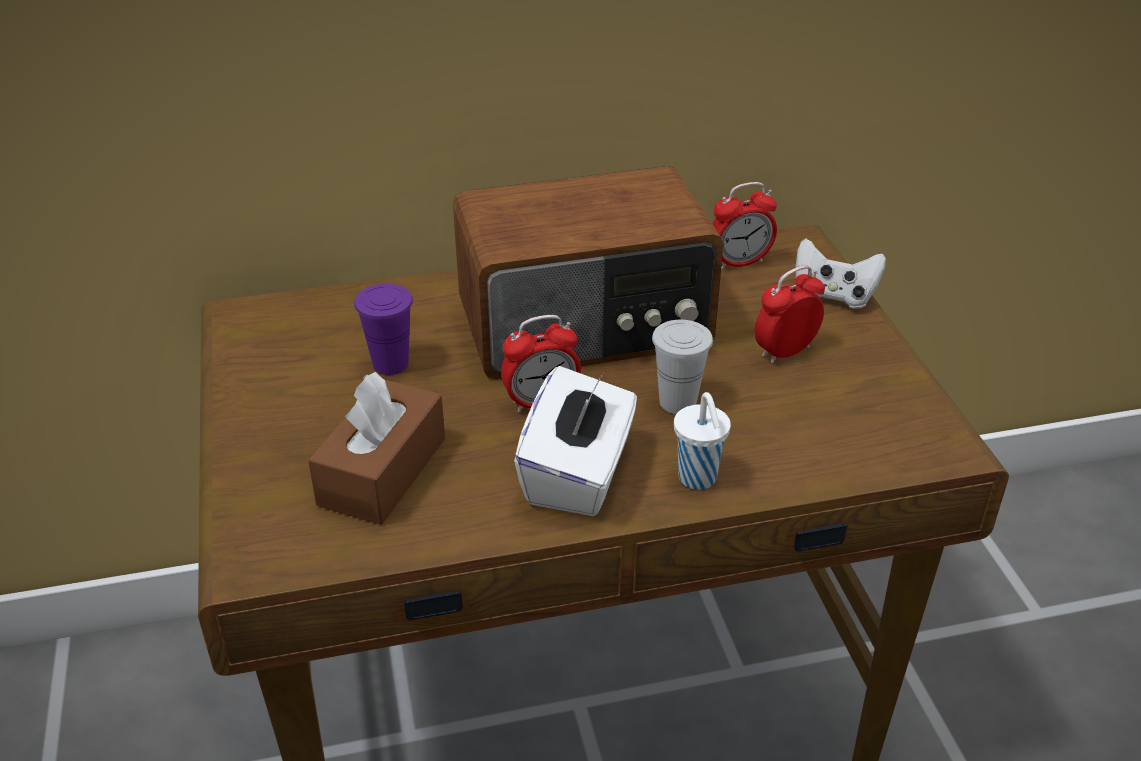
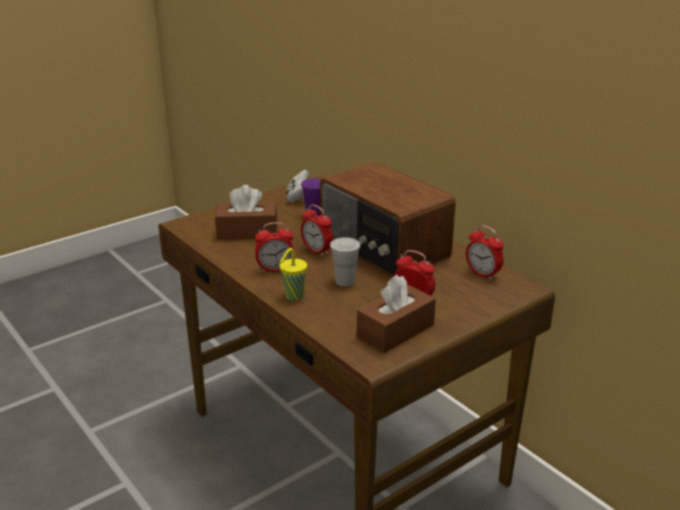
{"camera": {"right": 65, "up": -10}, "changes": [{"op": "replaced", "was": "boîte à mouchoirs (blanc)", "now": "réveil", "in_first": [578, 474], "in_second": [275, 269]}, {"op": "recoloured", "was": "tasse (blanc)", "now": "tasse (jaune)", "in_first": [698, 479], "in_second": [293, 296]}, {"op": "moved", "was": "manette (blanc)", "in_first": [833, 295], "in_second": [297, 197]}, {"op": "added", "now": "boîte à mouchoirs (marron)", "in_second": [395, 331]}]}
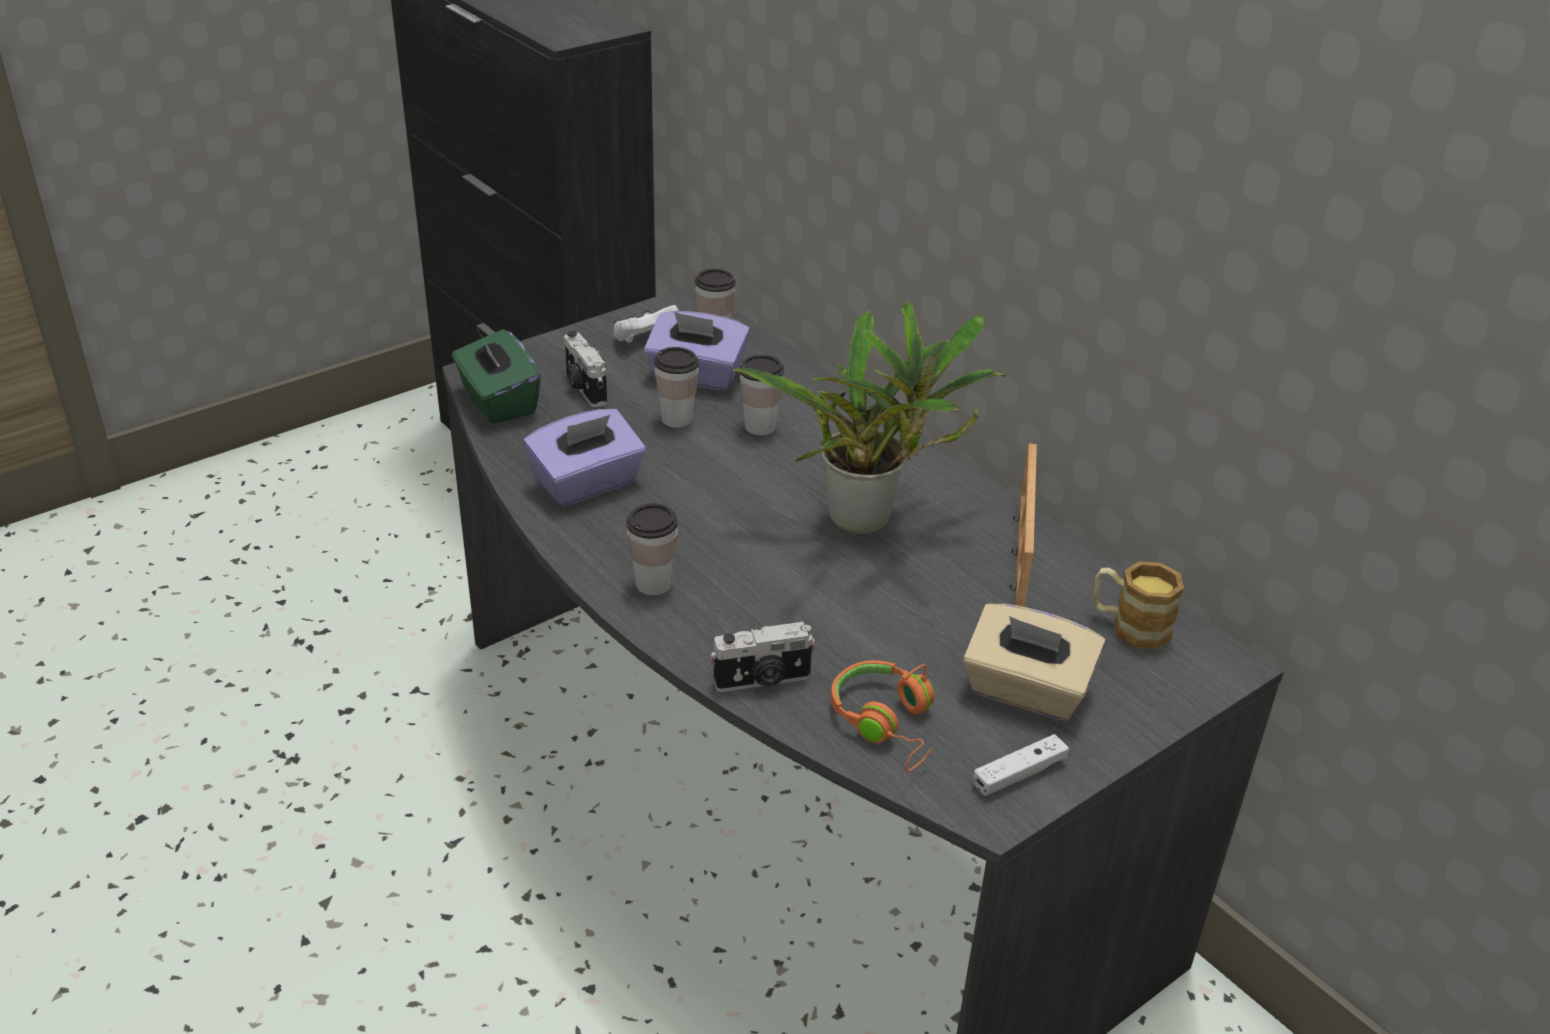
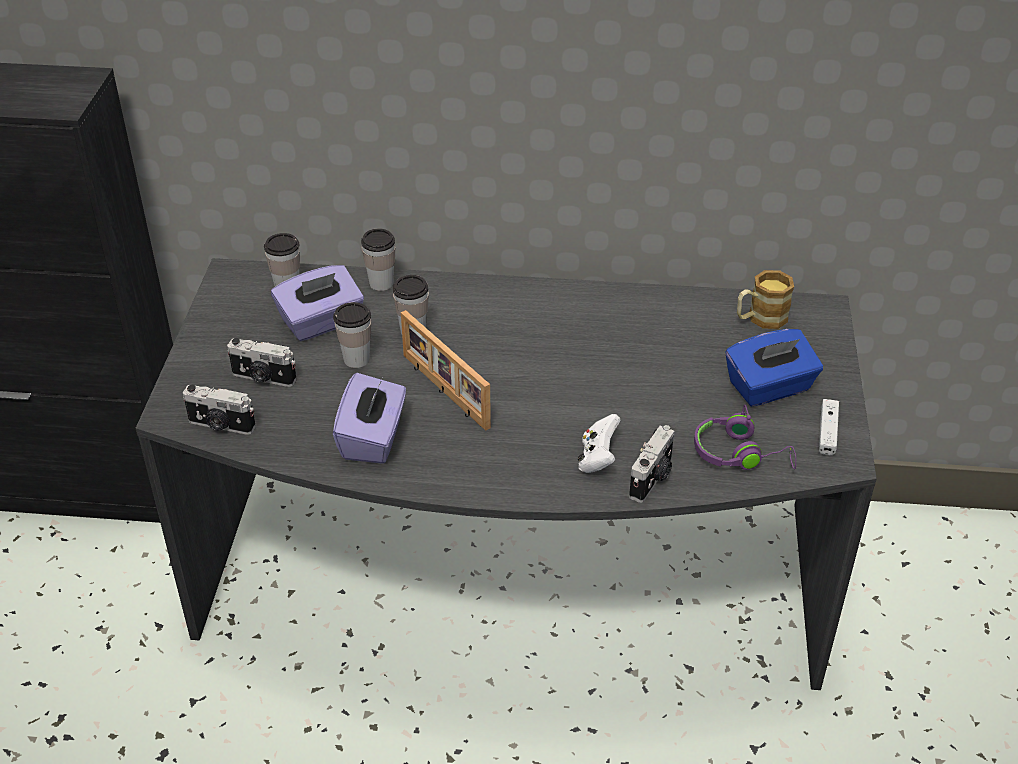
{"camera": {"right": -45, "up": 5}, "changes": [{"op": "replaced", "was": "boîte à mouchoirs (vert)", "now": "appareil photo", "in_first": [498, 402], "in_second": [221, 425]}, {"op": "moved", "was": "tasse", "in_first": [653, 584], "in_second": [381, 283]}, {"op": "moved", "was": "cadre photo", "in_first": [1018, 555], "in_second": [443, 391]}, {"op": "moved", "was": "manette (blanc)", "in_first": [643, 339], "in_second": [597, 458]}, {"op": "recoloured", "was": "casque audio (orange)", "now": "casque audio (violet)", "in_first": [887, 724], "in_second": [740, 454]}, {"op": "recoloured", "was": "boîte à mouchoirs (beige)", "now": "boîte à mouchoirs (bleu)", "in_first": [1026, 691], "in_second": [770, 388]}, {"op": "removed", "was": "plante en pot", "in_first": [869, 521]}]}
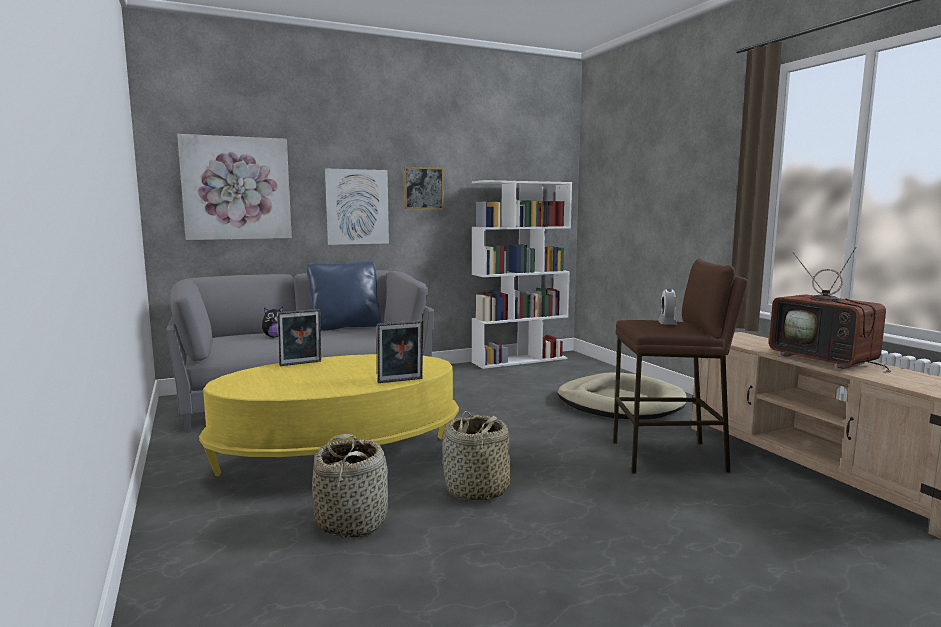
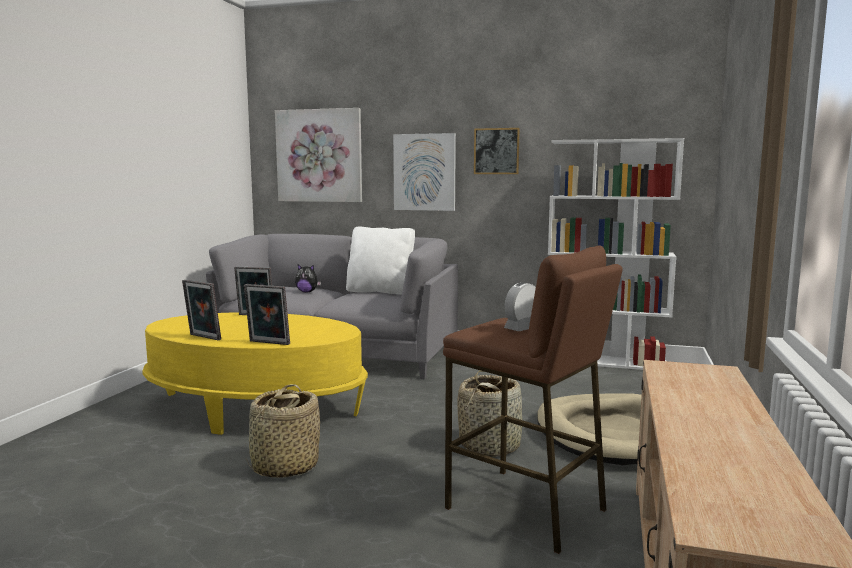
{"camera": {"right": 40, "up": 0}, "changes": [{"op": "added", "now": "cadre photo", "in_second": [203, 337]}, {"op": "recoloured", "was": "coussin (bleu)", "now": "coussin (blanc)", "in_first": [345, 326], "in_second": [380, 291]}, {"op": "moved", "was": "panier", "in_first": [352, 521], "in_second": [490, 445]}, {"op": "removed", "was": "téléviseur", "in_first": [826, 360]}]}
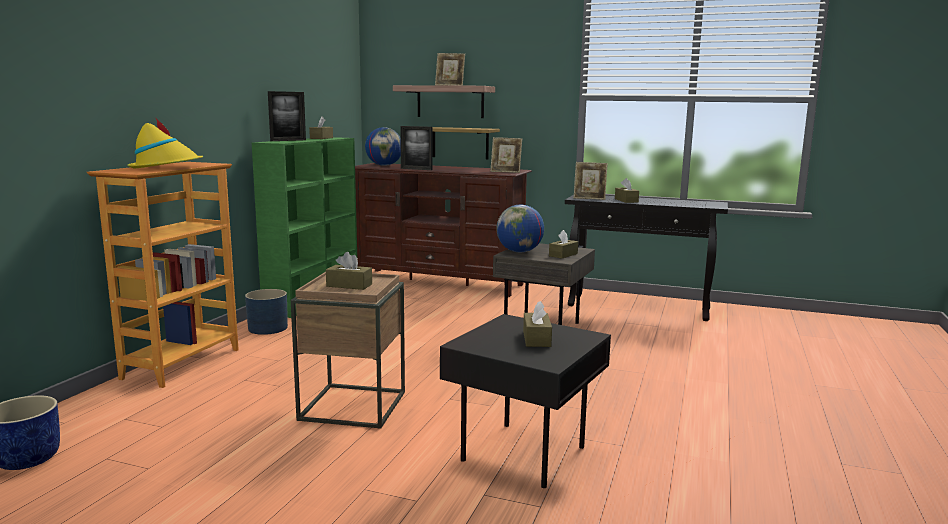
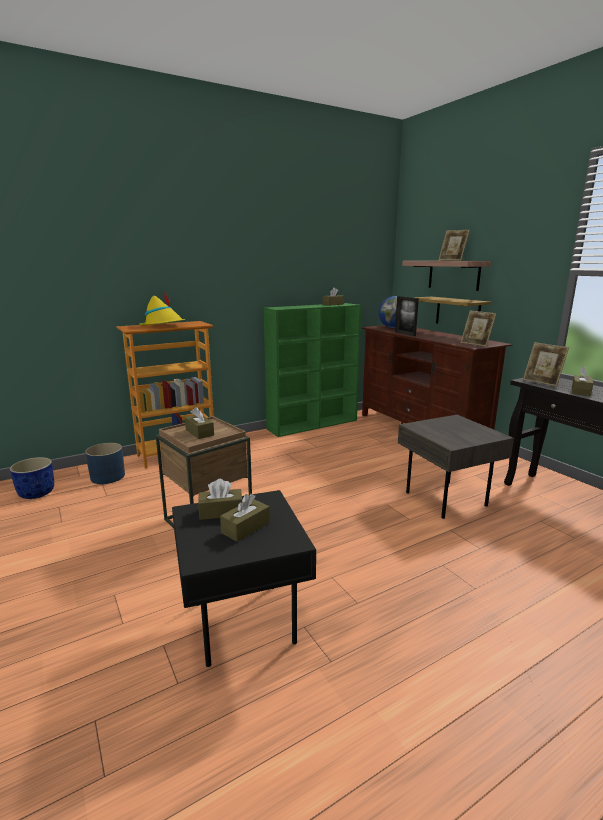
{"camera": {"right": 40, "up": 5}, "changes": [{"op": "moved", "was": "cache-pot (bleu)", "in_first": [268, 328], "in_second": [108, 476]}, {"op": "moved", "was": "boîte à mouchoirs (marron)", "in_first": [563, 255], "in_second": [221, 512]}, {"op": "removed", "was": "cadre photo", "in_first": [288, 140]}, {"op": "removed", "was": "globe", "in_first": [519, 252]}]}
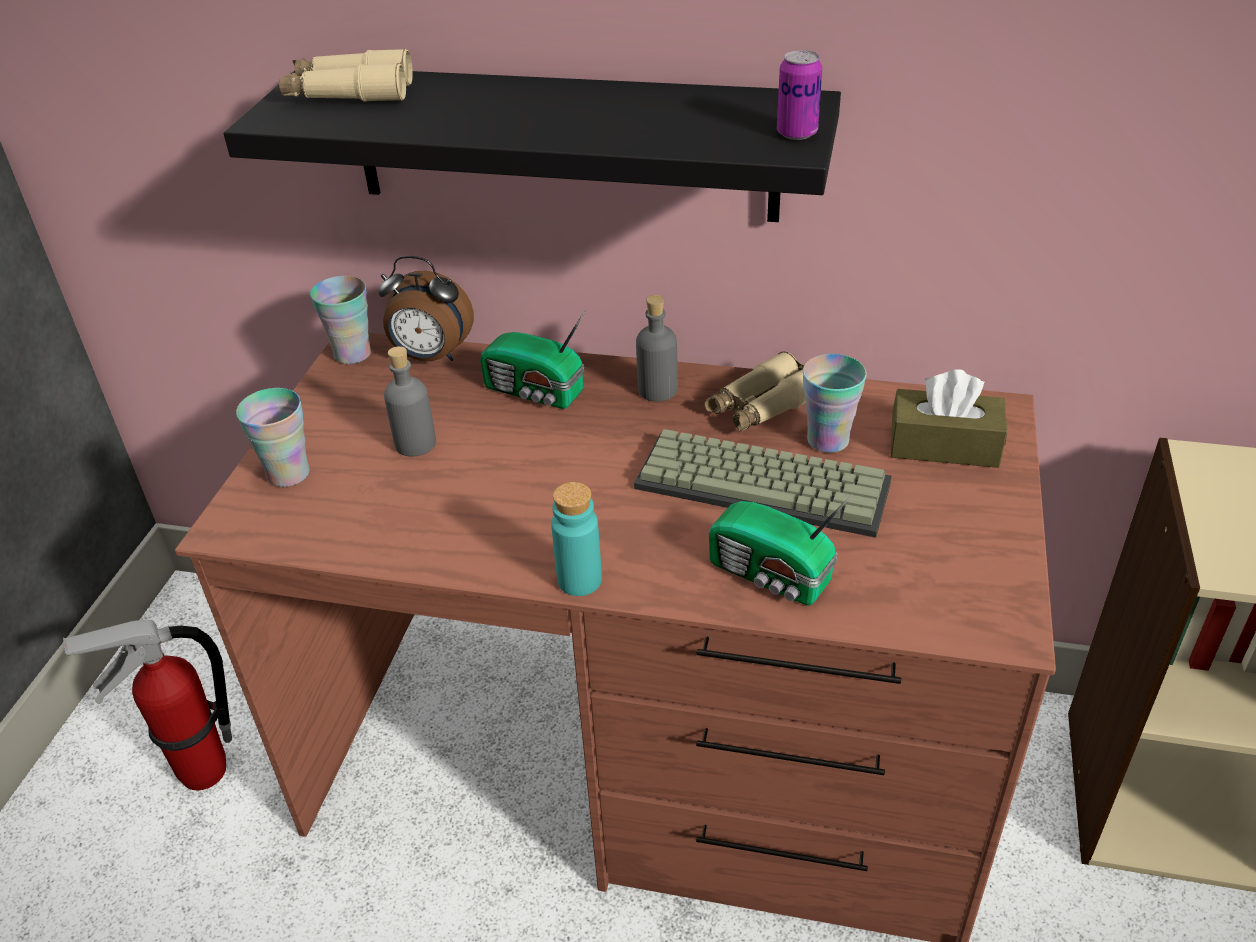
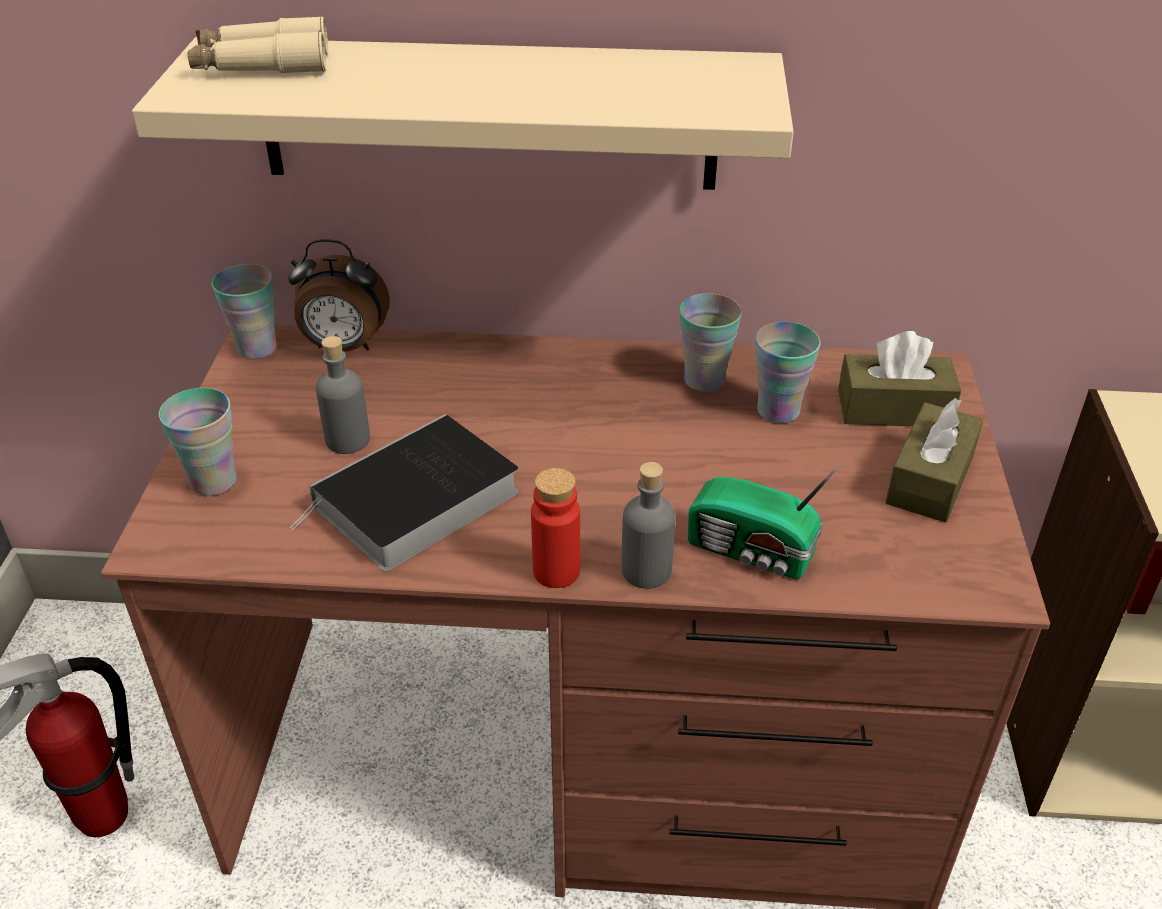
{"camera": {"right": -10, "up": 0}, "changes": [{"op": "recoloured", "was": "étagère (noir)", "now": "étagère (beige)", "in_first": [563, 143], "in_second": [488, 114]}, {"op": "added", "now": "livre", "in_second": [414, 503]}, {"op": "recoloured", "was": "bouteille (turquoise)", "now": "bouteille (rouge)", "in_first": [579, 580], "in_second": [556, 571]}, {"op": "moved", "was": "bouteille (gris)", "in_first": [657, 390], "in_second": [646, 571]}, {"op": "replaced", "was": "jumelles (beige)", "now": "tasse", "in_first": [762, 407], "in_second": [704, 380]}, {"op": "added", "now": "boîte à mouchoirs (marron)", "in_second": [930, 479]}, {"op": "removed", "was": "radio", "in_first": [535, 392]}, {"op": "removed", "was": "clavier", "in_first": [766, 483]}, {"op": "removed", "was": "boîte métallique", "in_first": [797, 133]}]}
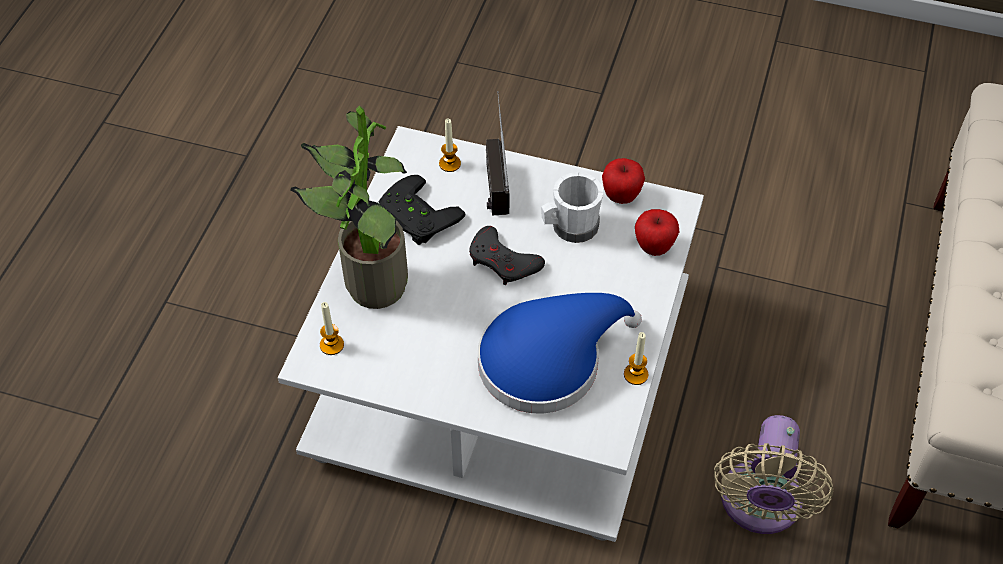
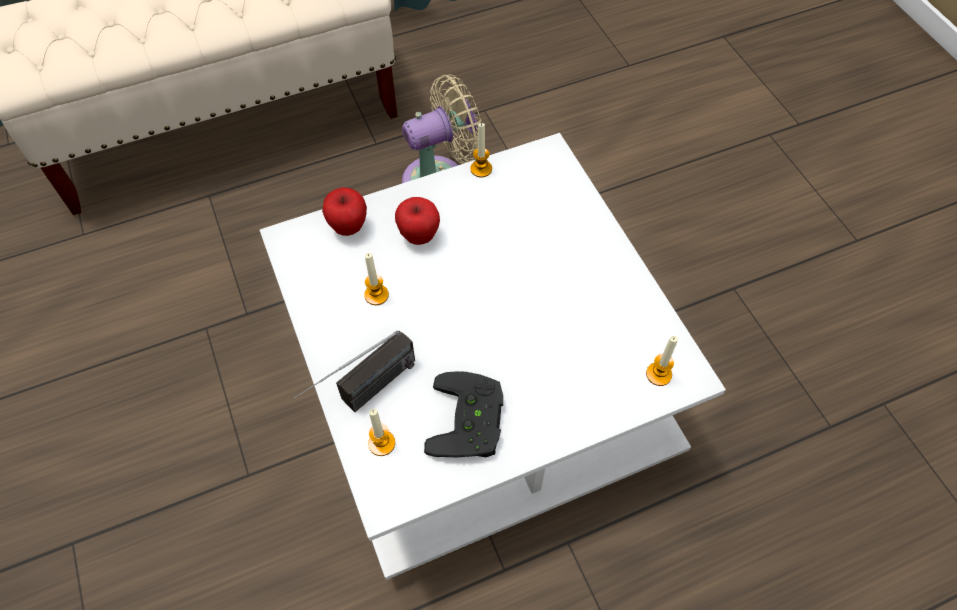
{"camera": {"right": -130, "up": 5}, "changes": [{"op": "replaced", "was": "mug (blanc)", "now": "bougie", "in_first": [570, 227], "in_second": [376, 295]}, {"op": "moved", "was": "pomme", "in_first": [621, 196], "in_second": [419, 236]}, {"op": "removed", "was": "plante en pot", "in_first": [367, 284]}, {"op": "removed", "was": "manette (gris)", "in_first": [503, 261]}, {"op": "removed", "was": "chapeau (bleu)", "in_first": [548, 359]}]}
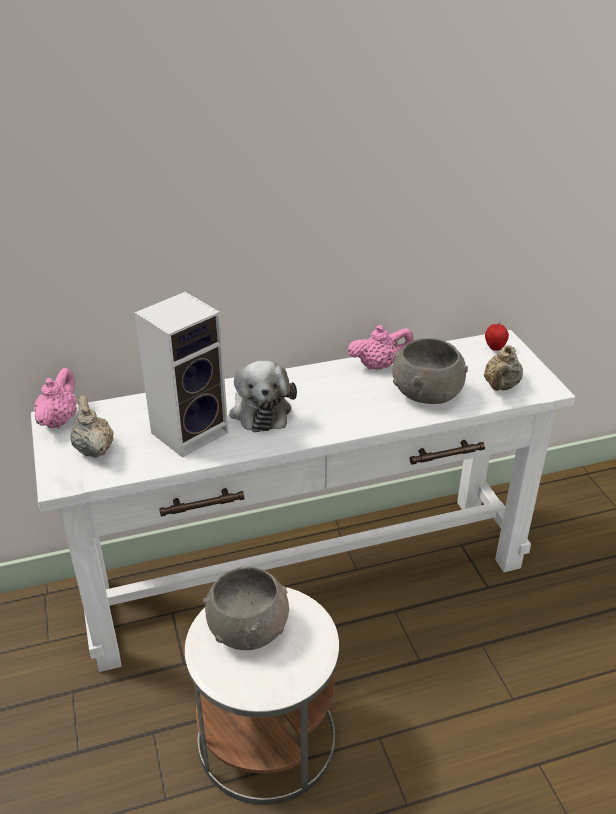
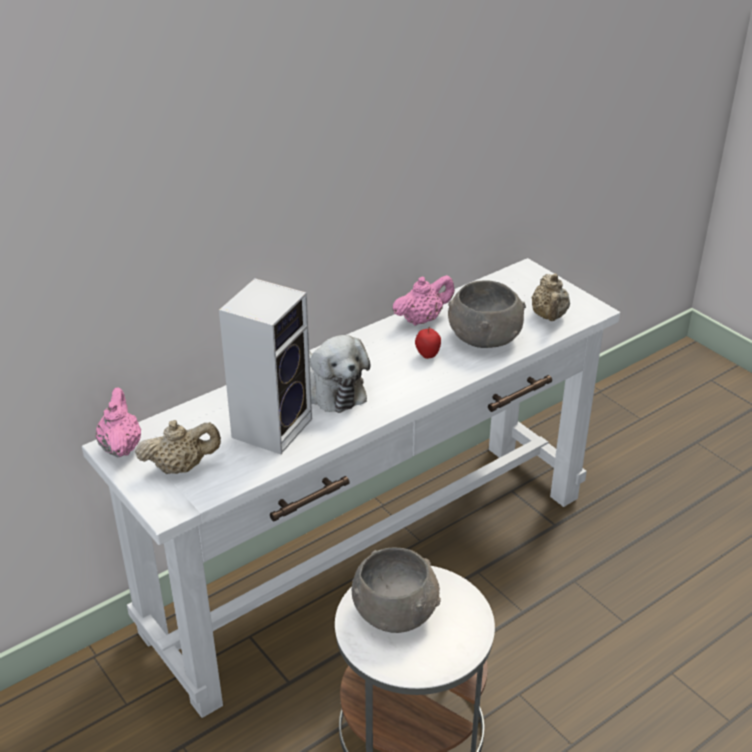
{"camera": {"right": -20, "up": 0}, "changes": [{"op": "turned", "was": "théière (beige)", "in_first": [94, 449], "in_second": [181, 467], "clockwise": 120}, {"op": "moved", "was": "pomme", "in_first": [494, 348], "in_second": [427, 356]}]}
